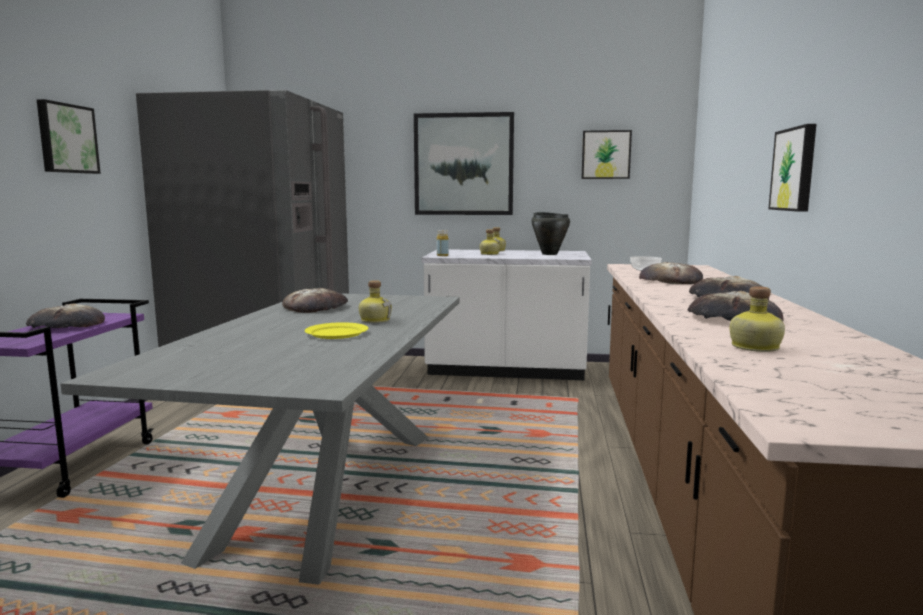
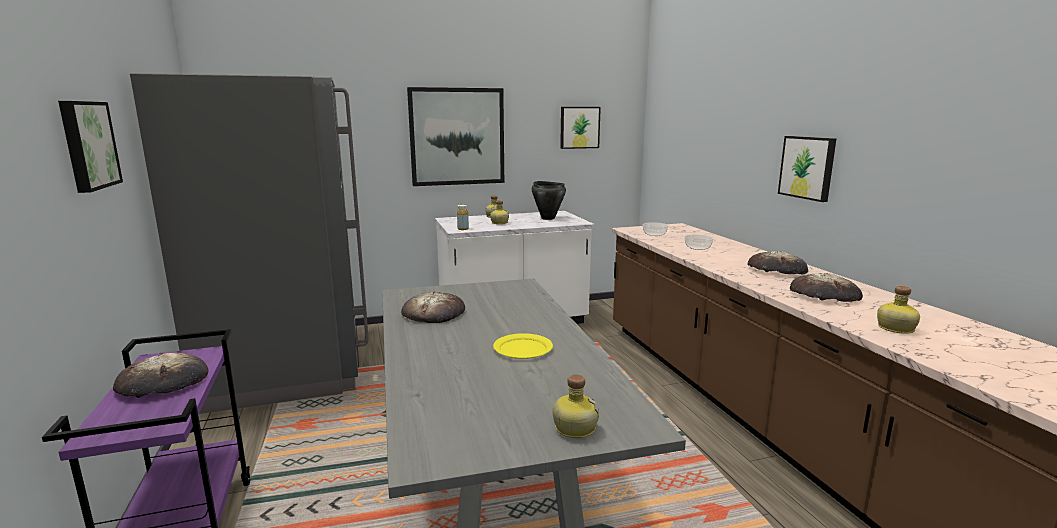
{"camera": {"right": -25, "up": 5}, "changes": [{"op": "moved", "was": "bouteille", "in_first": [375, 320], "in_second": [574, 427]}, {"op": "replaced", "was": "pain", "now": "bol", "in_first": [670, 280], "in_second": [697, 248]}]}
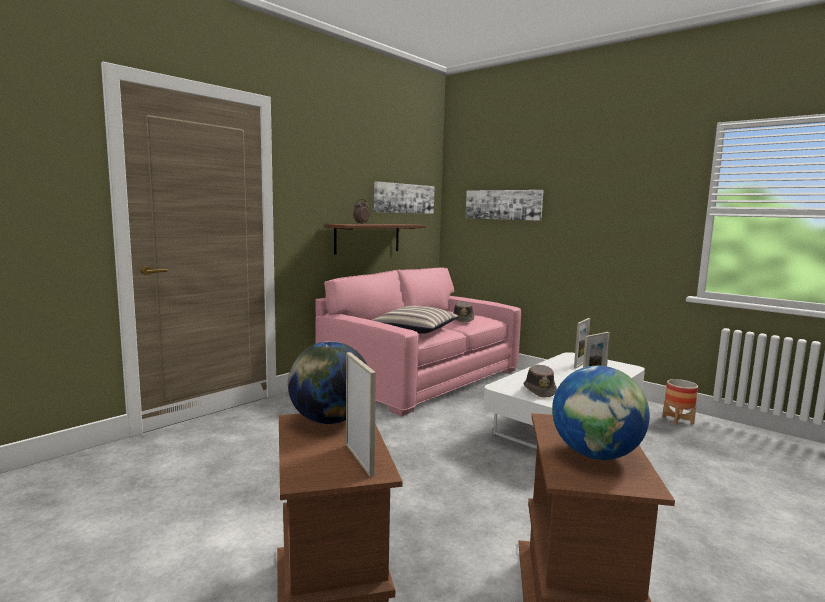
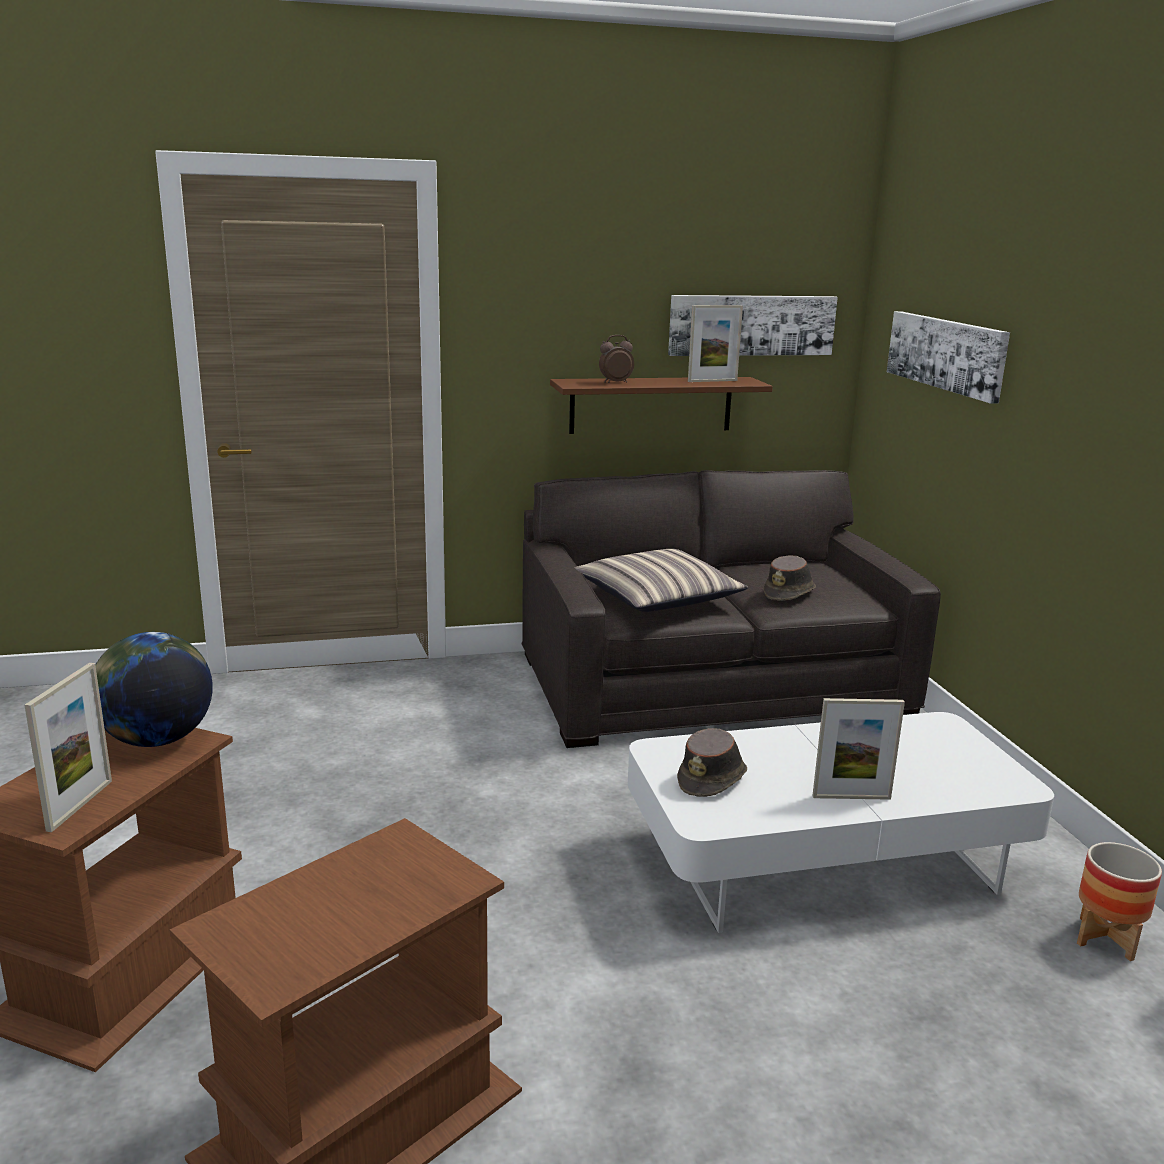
{"camera": {"right": 35, "up": 10}, "changes": [{"op": "recoloured", "was": "canapé (rose)", "now": "canapé (gris)", "in_first": [422, 377], "in_second": [711, 683]}, {"op": "moved", "was": "cadre photo", "in_first": [580, 364], "in_second": [712, 381]}, {"op": "removed", "was": "globe", "in_first": [595, 455]}]}
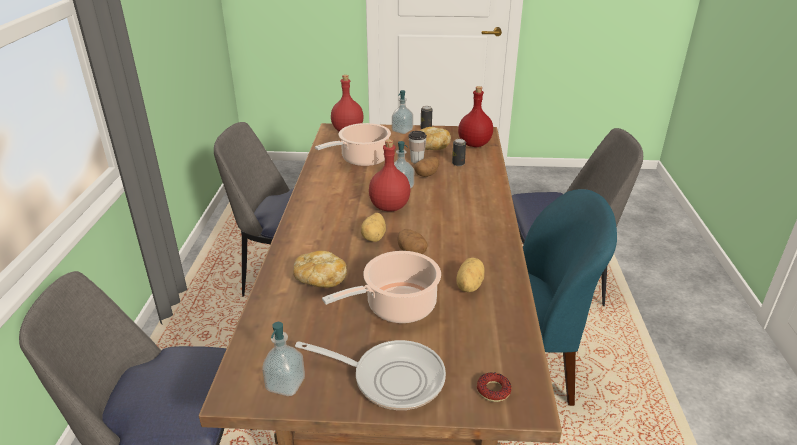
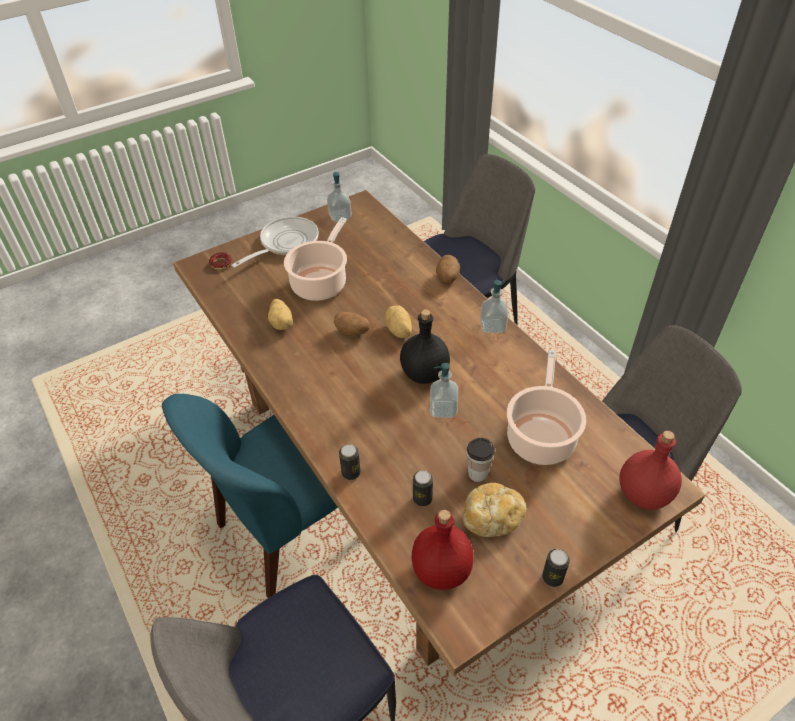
{"camera": {"right": 145, "up": 15}, "changes": [{"op": "turned", "was": "poêle", "in_first": [391, 378], "in_second": [285, 243], "clockwise": 150}, {"op": "added", "now": "boîte métallique", "in_second": [351, 472]}, {"op": "recoloured", "was": "bouteille (rouge)", "now": "bouteille (noir)", "in_first": [390, 206], "in_second": [424, 374]}, {"op": "moved", "was": "pomme de terre", "in_first": [427, 174], "in_second": [447, 278]}, {"op": "moved", "was": "distributeur de savon", "in_first": [402, 130], "in_second": [492, 326]}, {"op": "removed", "was": "pain", "in_first": [319, 280]}]}
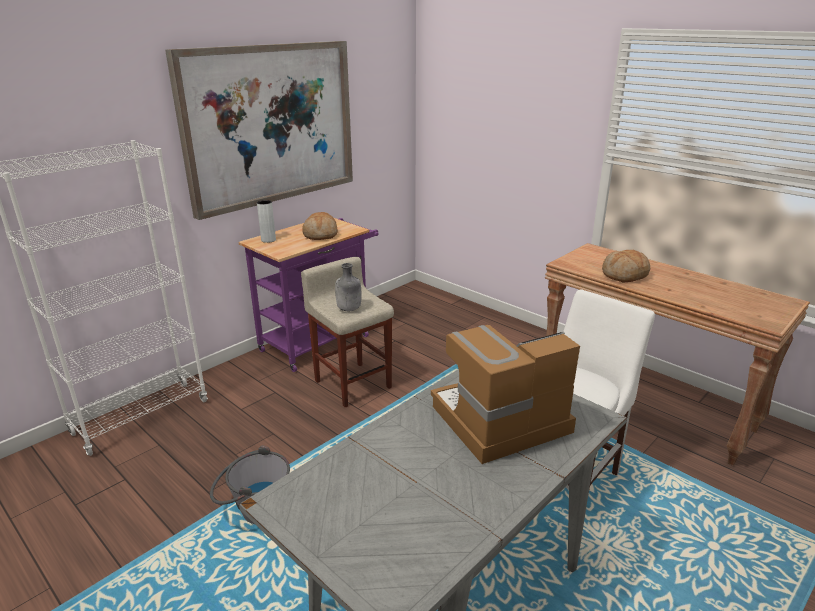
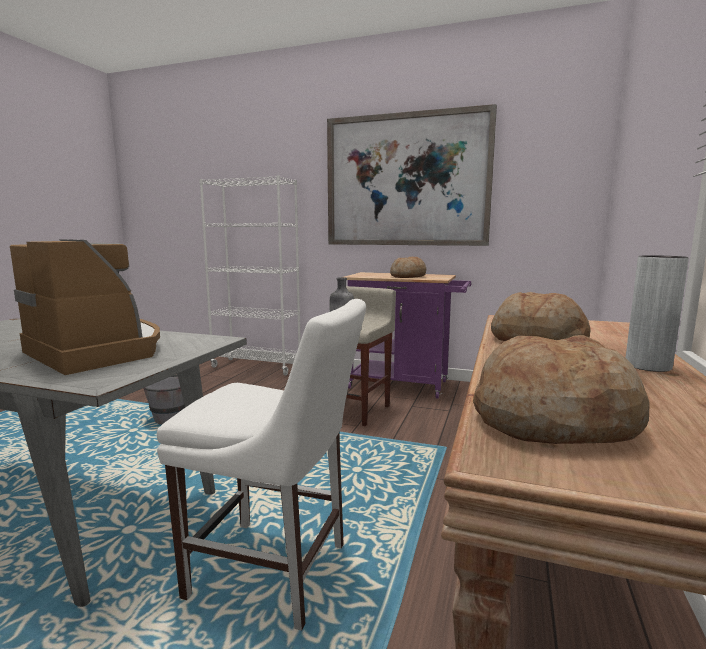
{"camera": {"right": 65, "up": -15}, "changes": [{"op": "added", "now": "pain", "in_second": [554, 421]}, {"op": "moved", "was": "vase (gris)", "in_first": [268, 240], "in_second": [648, 366]}]}
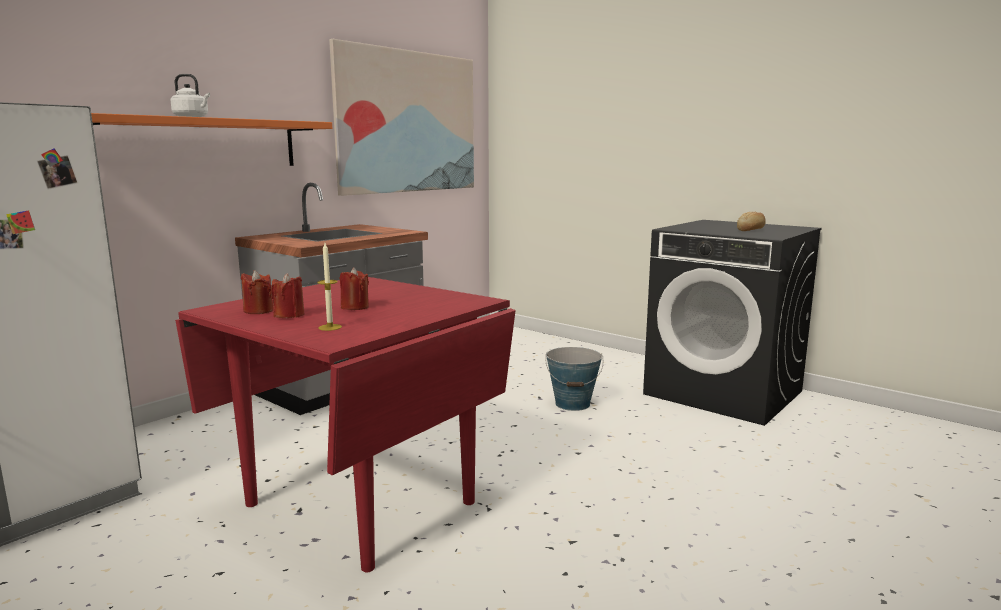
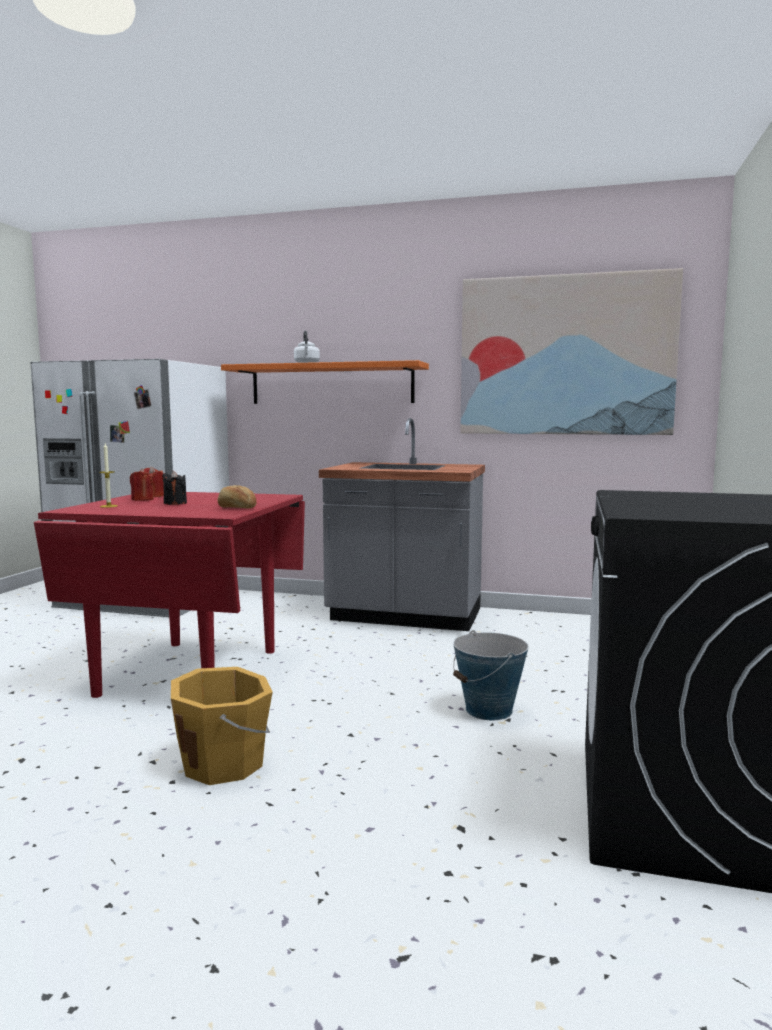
{"camera": {"right": 65, "up": -5}, "changes": [{"op": "recoloured", "was": "bougie (rouge)", "now": "bougie (noir)", "in_first": [355, 307], "in_second": [175, 503]}, {"op": "added", "now": "seau (orange)", "in_second": [225, 763]}, {"op": "moved", "was": "pain", "in_first": [751, 230], "in_second": [236, 508]}]}
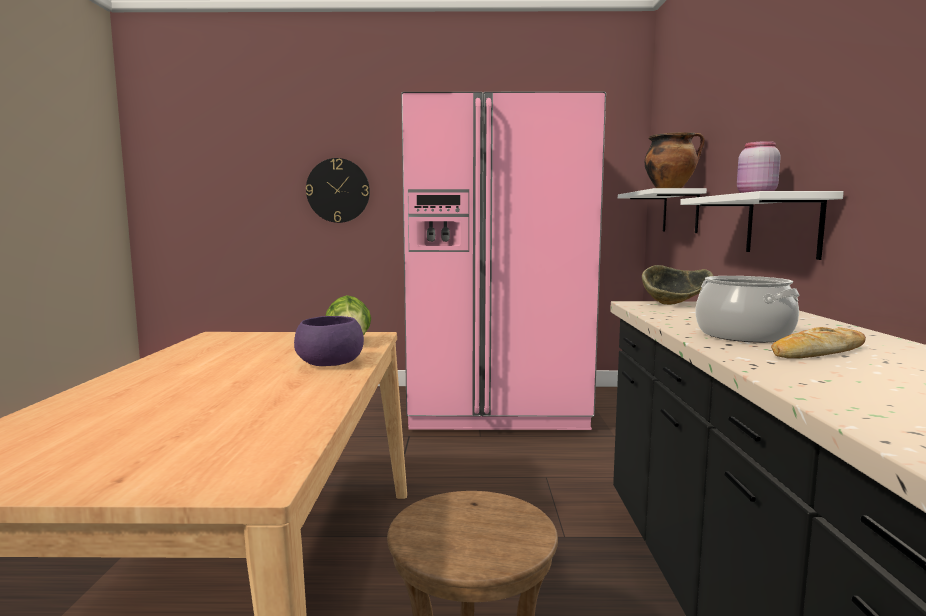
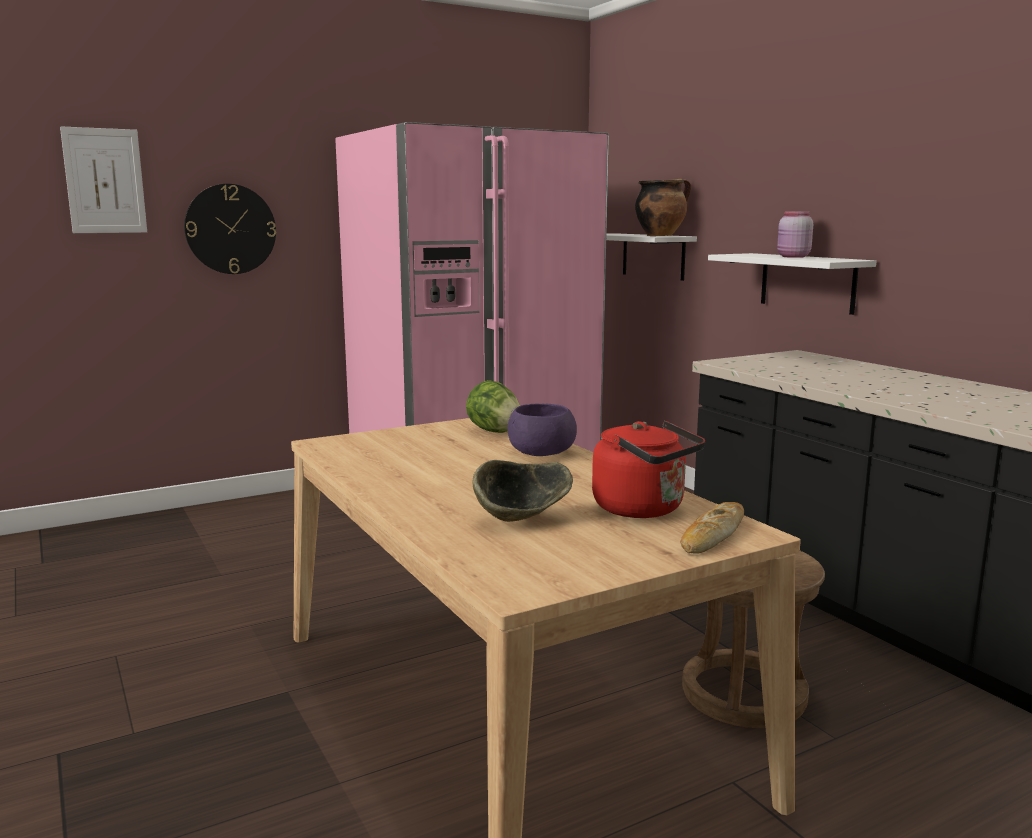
{"camera": {"right": -30, "up": 5}, "changes": [{"op": "added", "now": "tableau", "in_second": [105, 181]}, {"op": "moved", "was": "bol", "in_first": [674, 304], "in_second": [520, 520]}, {"op": "added", "now": "bouilloire (rouge)", "in_second": [644, 509]}, {"op": "moved", "was": "pain", "in_first": [818, 352], "in_second": [712, 534]}, {"op": "removed", "was": "marmite", "in_first": [742, 335]}]}
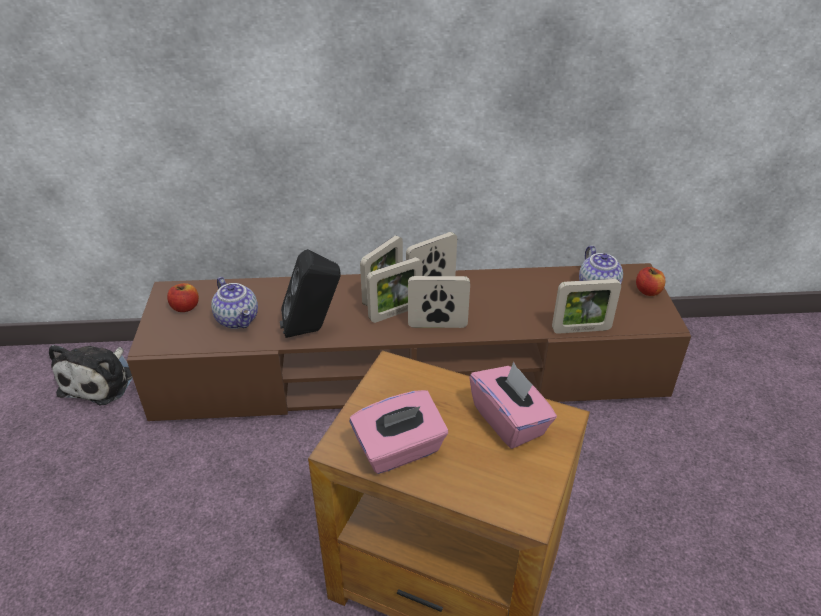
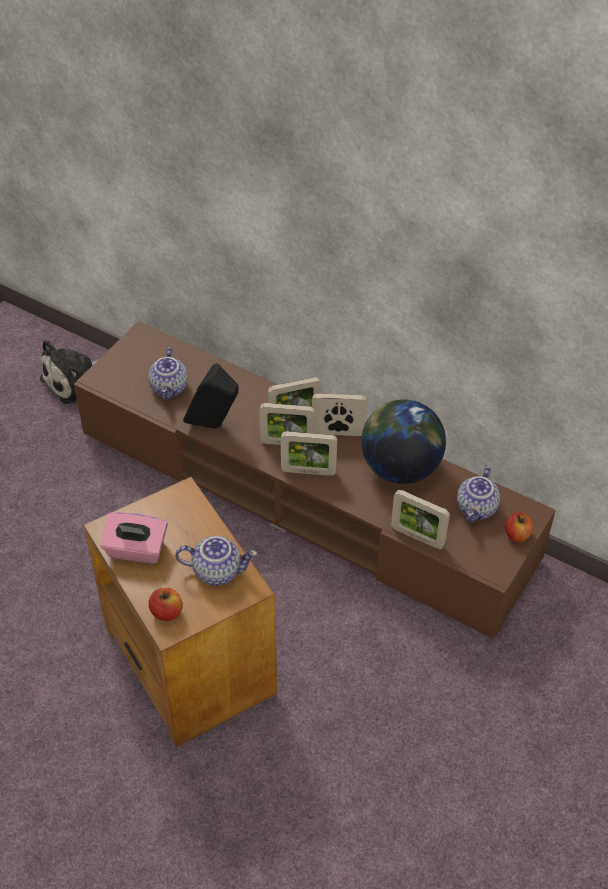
{"camera": {"right": 35, "up": 10}, "changes": [{"op": "moved", "was": "pomme", "in_first": [185, 307], "in_second": [166, 612]}, {"op": "replaced", "was": "boîte à mouchoirs (rose)", "now": "théière", "in_first": [509, 421], "in_second": [218, 570]}, {"op": "turned", "was": "cadre photo", "in_first": [437, 325], "in_second": [308, 471], "clockwise": 150}, {"op": "added", "now": "globe", "in_second": [400, 468]}]}
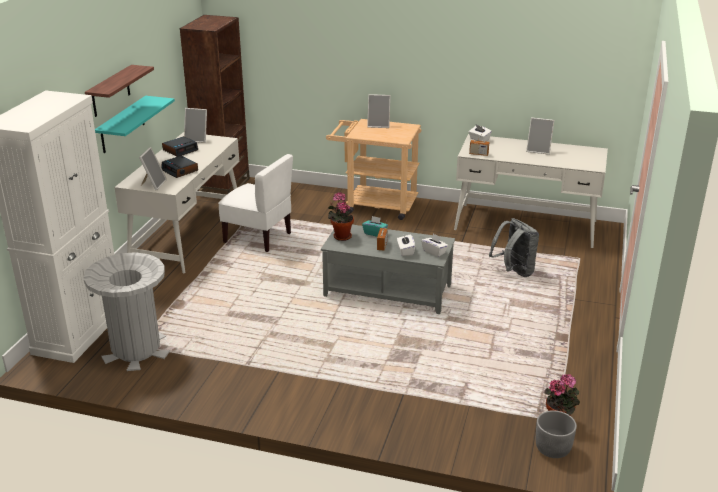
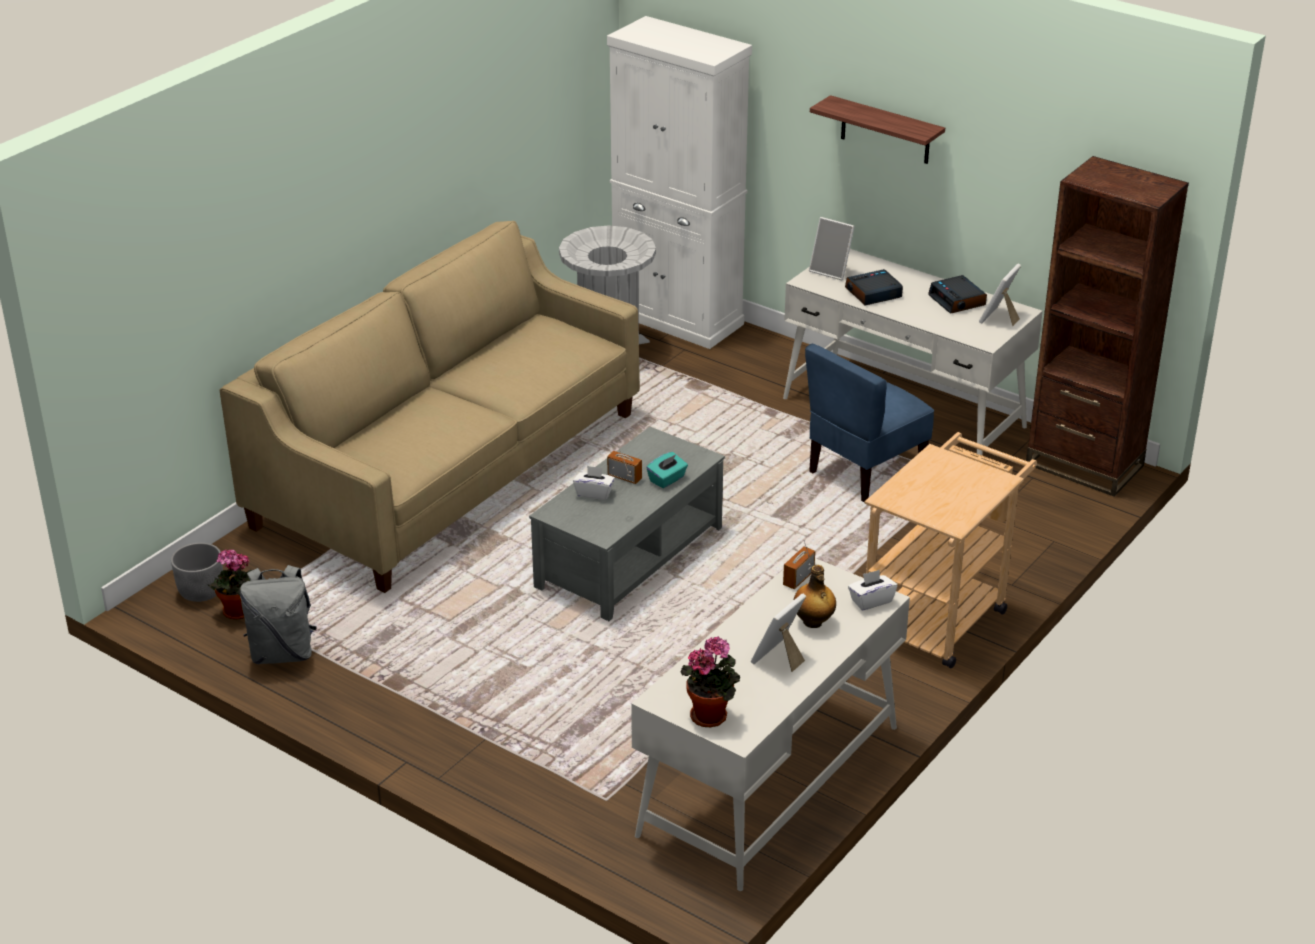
{"camera": {"right": 110, "up": 5}, "changes": [{"op": "added", "now": "canapé (beige)", "in_second": [448, 469]}, {"op": "moved", "was": "sac à dos (gris)", "in_first": [514, 272], "in_second": [282, 653]}, {"op": "moved", "was": "plante en pot", "in_first": [341, 236], "in_second": [711, 715]}, {"op": "added", "now": "bouteille", "in_second": [813, 622]}, {"op": "recoloured", "was": "chaise (blanc)", "now": "chaise (bleu)", "in_first": [258, 237], "in_second": [865, 472]}, {"op": "removed", "was": "étagère (turquoise)", "in_first": [122, 125]}, {"op": "removed", "was": "cadre photo", "in_first": [379, 125]}, {"op": "removed", "was": "boîte à mouchoirs (blanc)", "in_first": [434, 252]}]}
